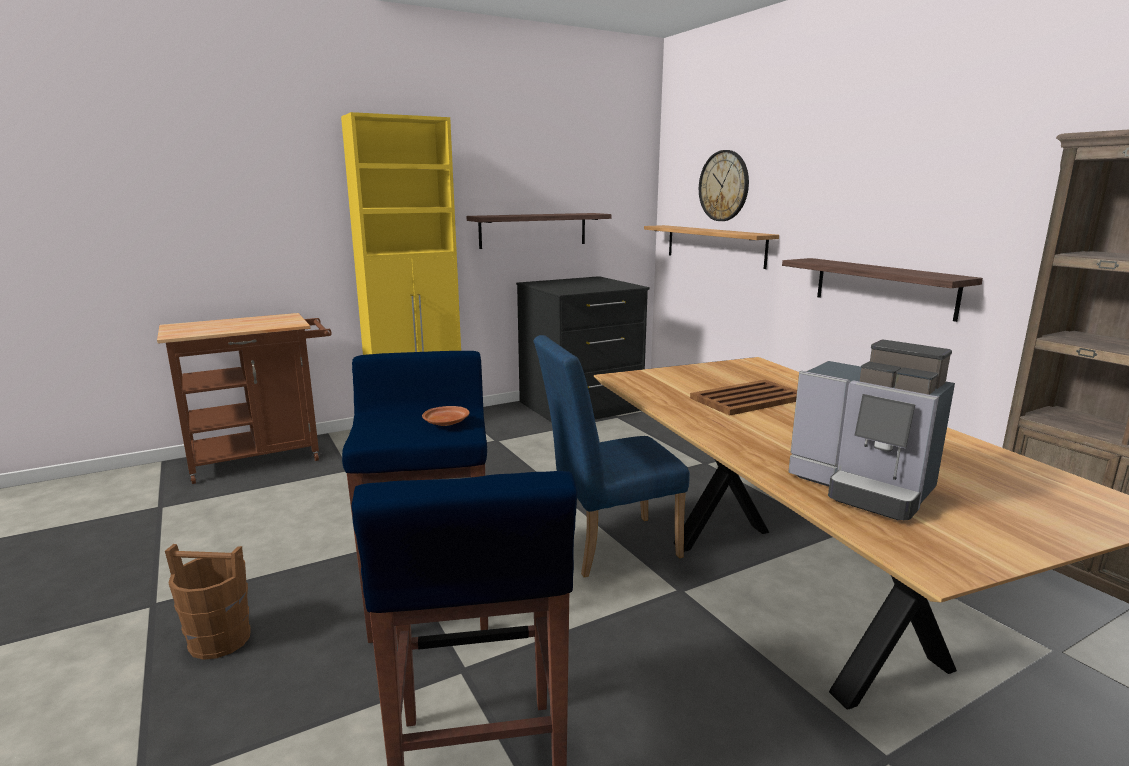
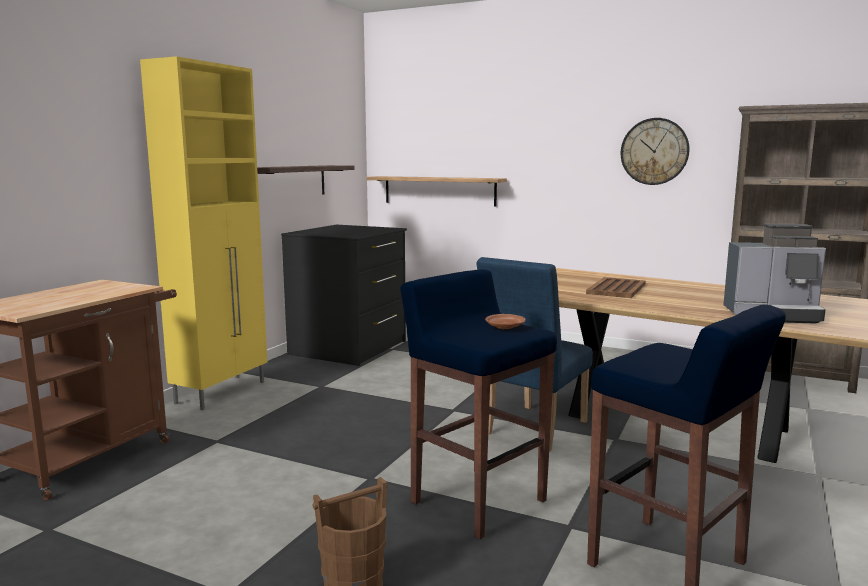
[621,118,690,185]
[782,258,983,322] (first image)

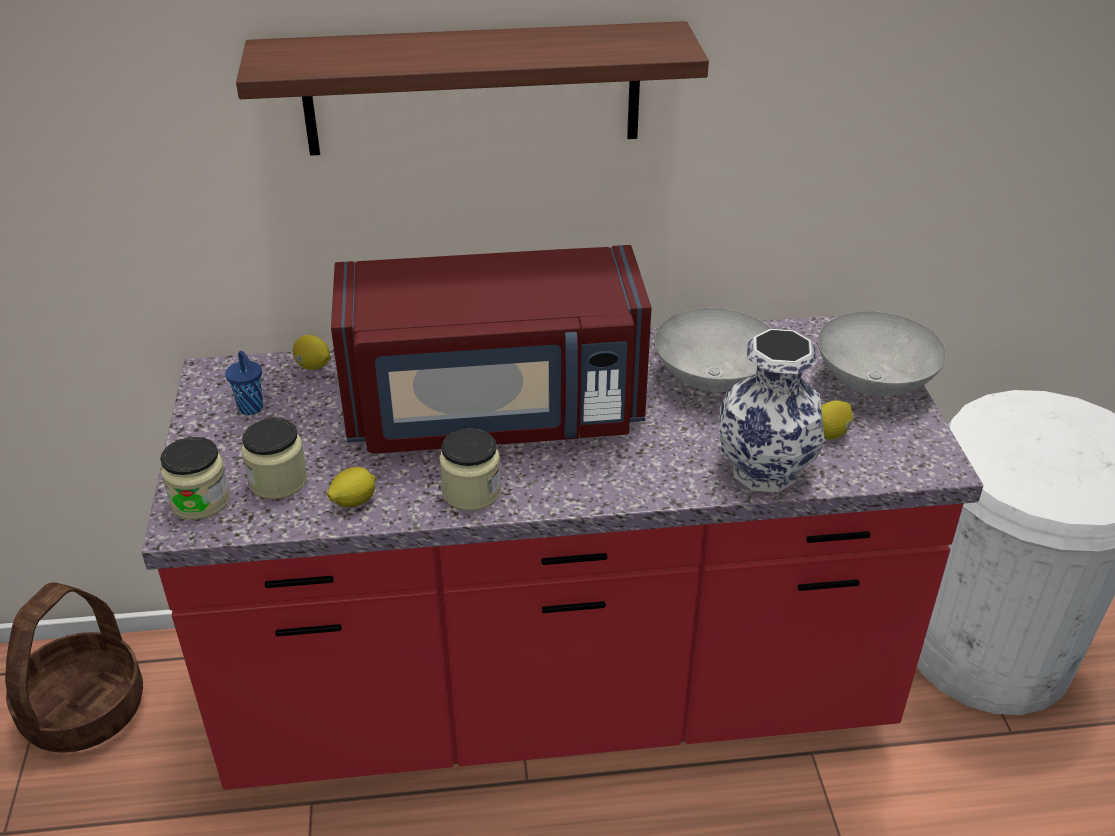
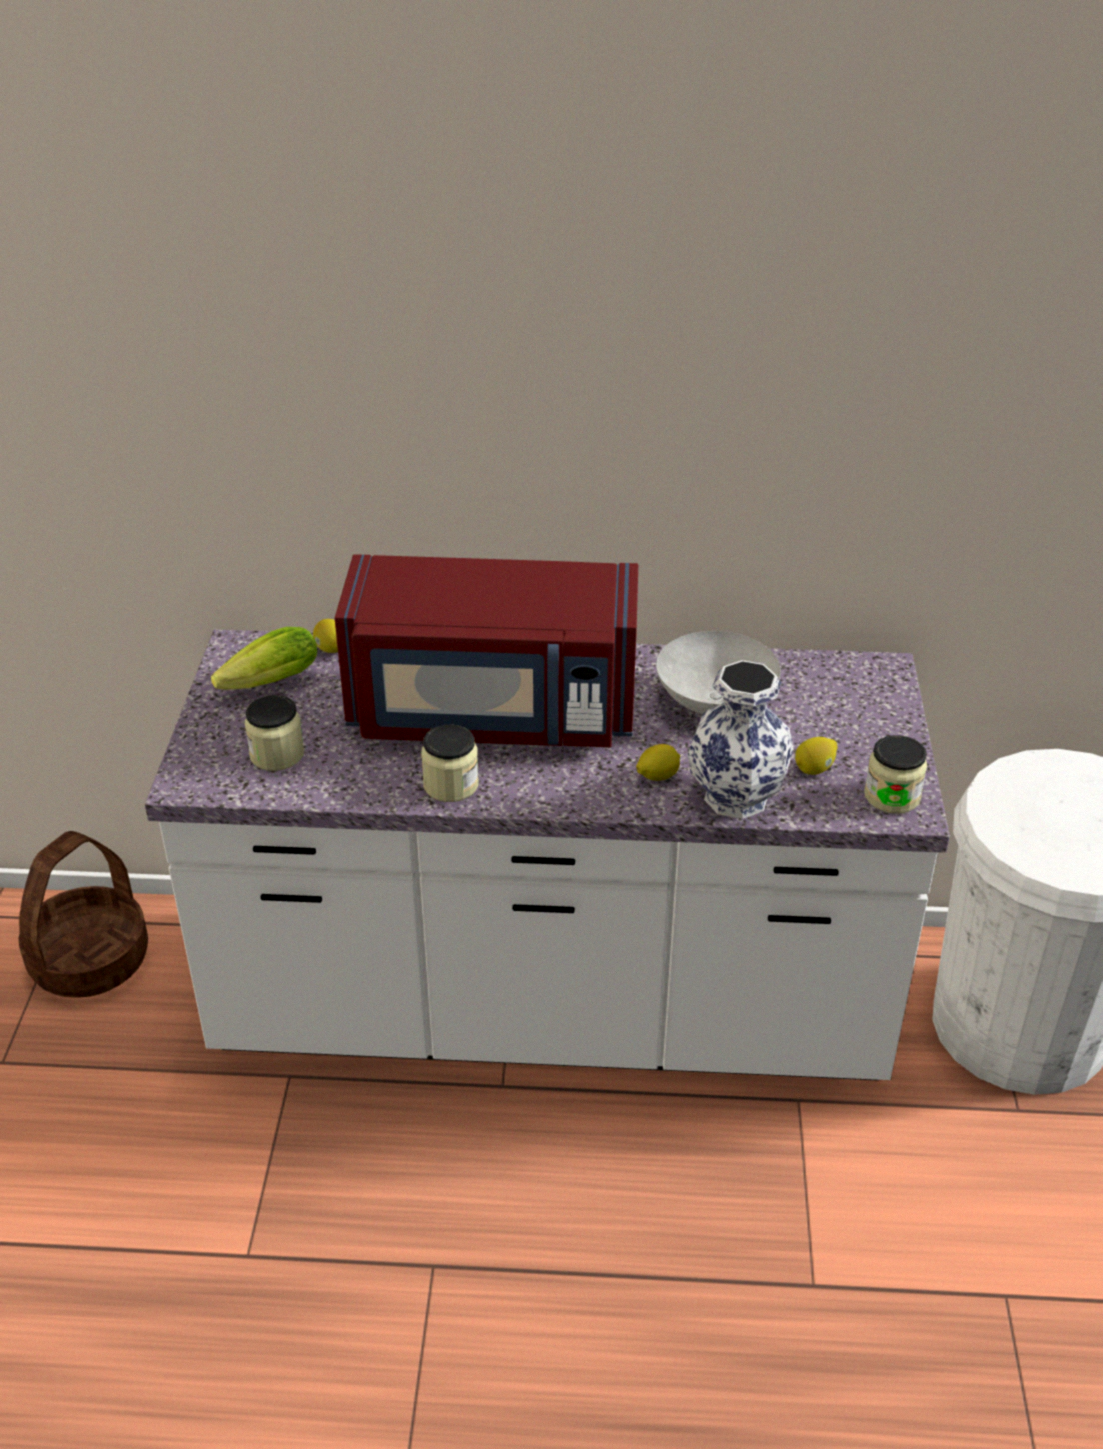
[145,629,950,1081]
[864,735,927,814]
[211,627,317,689]
[236,21,709,156] (first image)
[636,744,680,781]
[818,311,946,396] (first image)

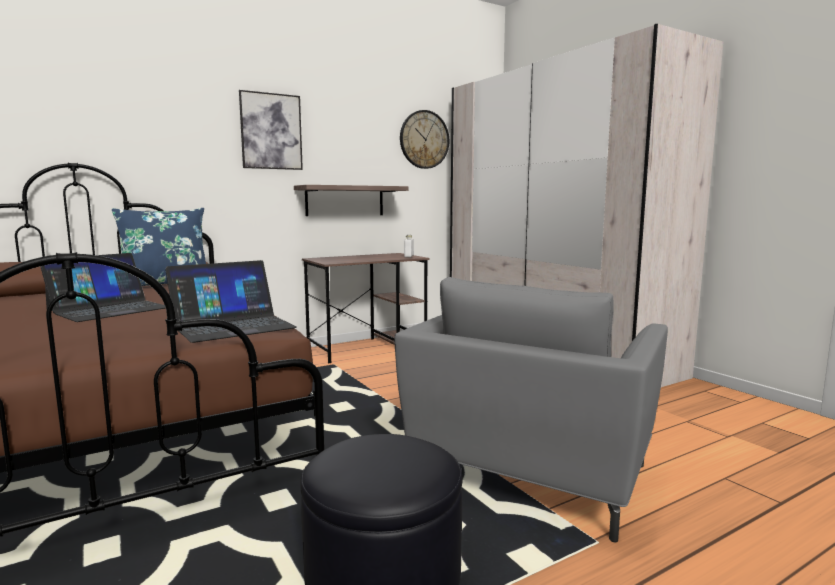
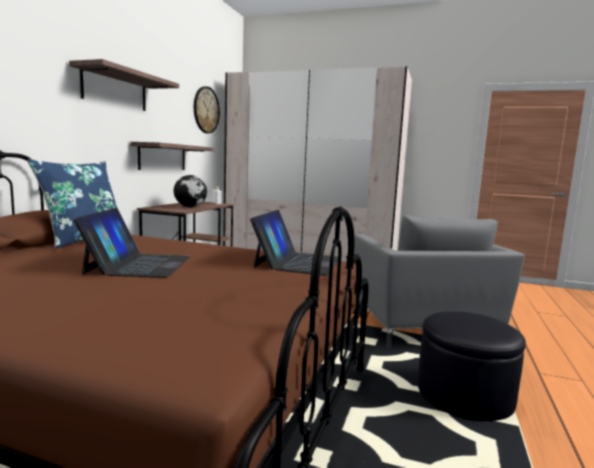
[69,59,179,111]
[174,175,207,207]

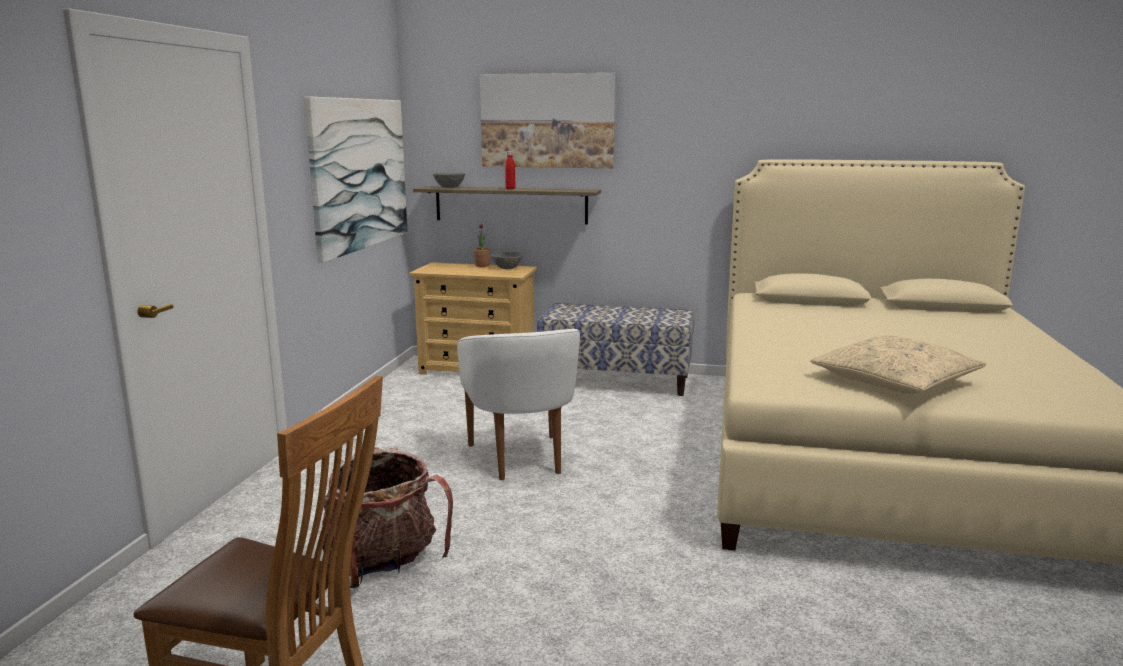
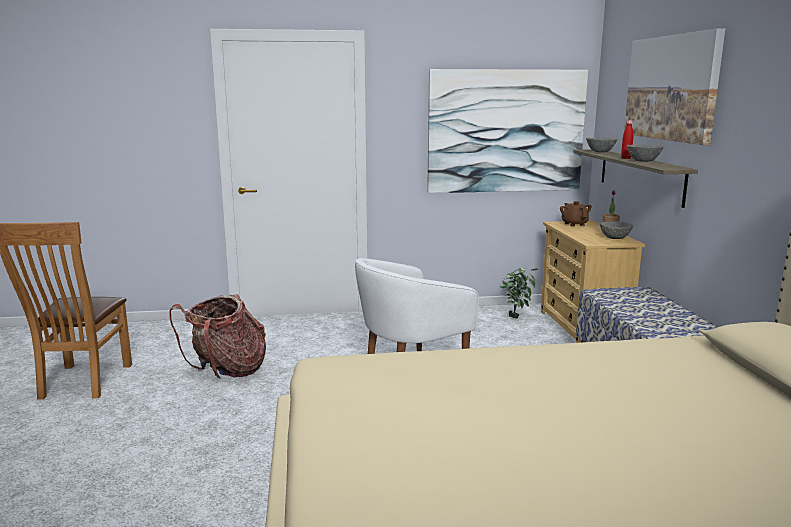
[810,335,986,394] (first image)
[500,267,538,318]
[560,201,591,226]
[627,144,663,162]

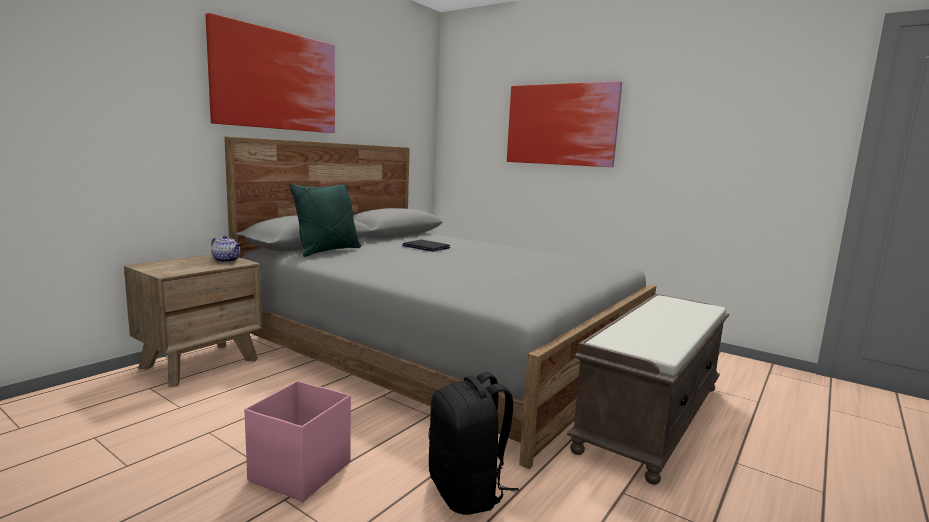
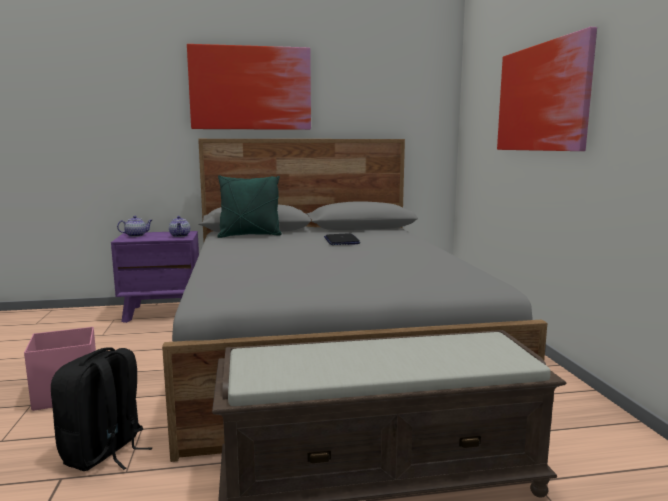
[111,231,199,323]
[117,216,152,237]

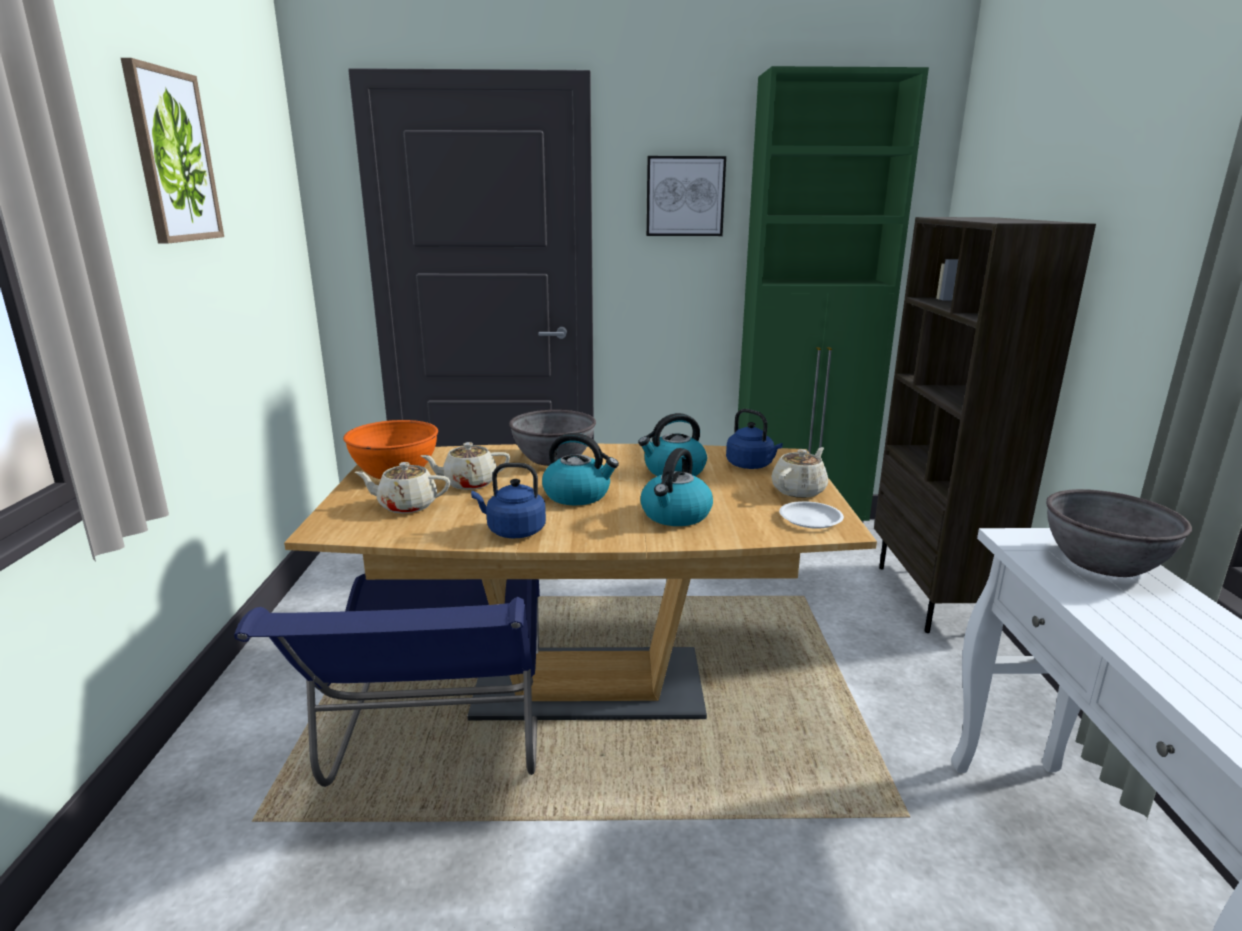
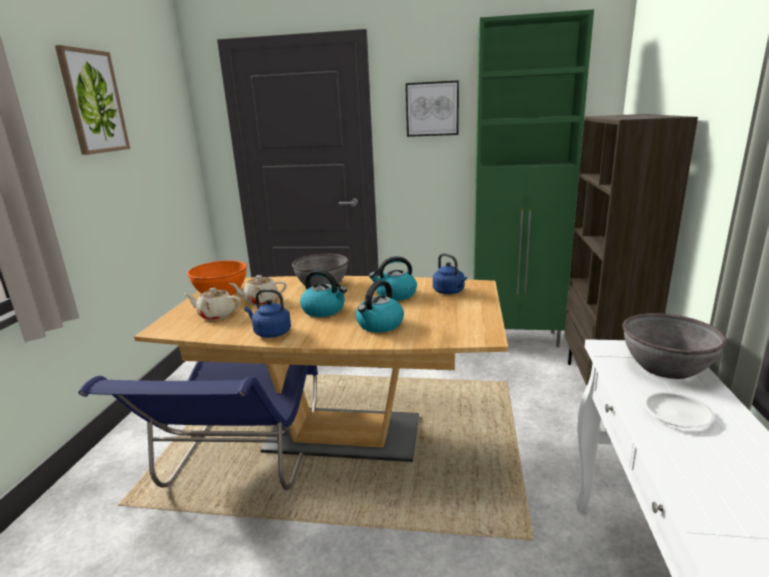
[771,447,828,498] (first image)
[643,392,715,428]

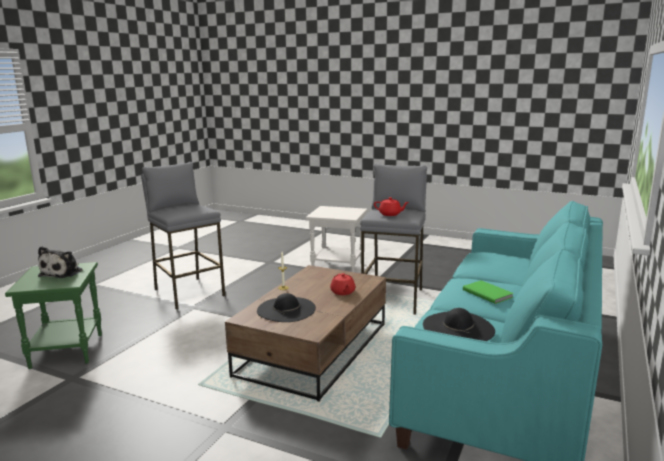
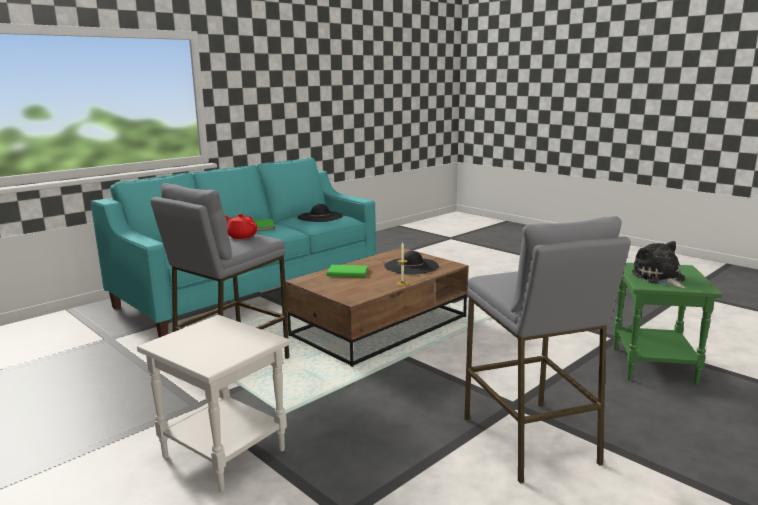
[632,241,686,289]
[327,265,368,277]

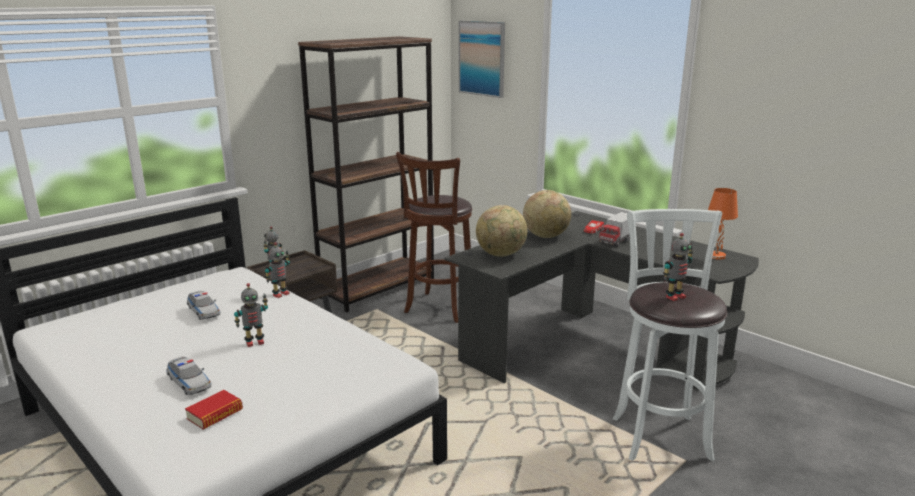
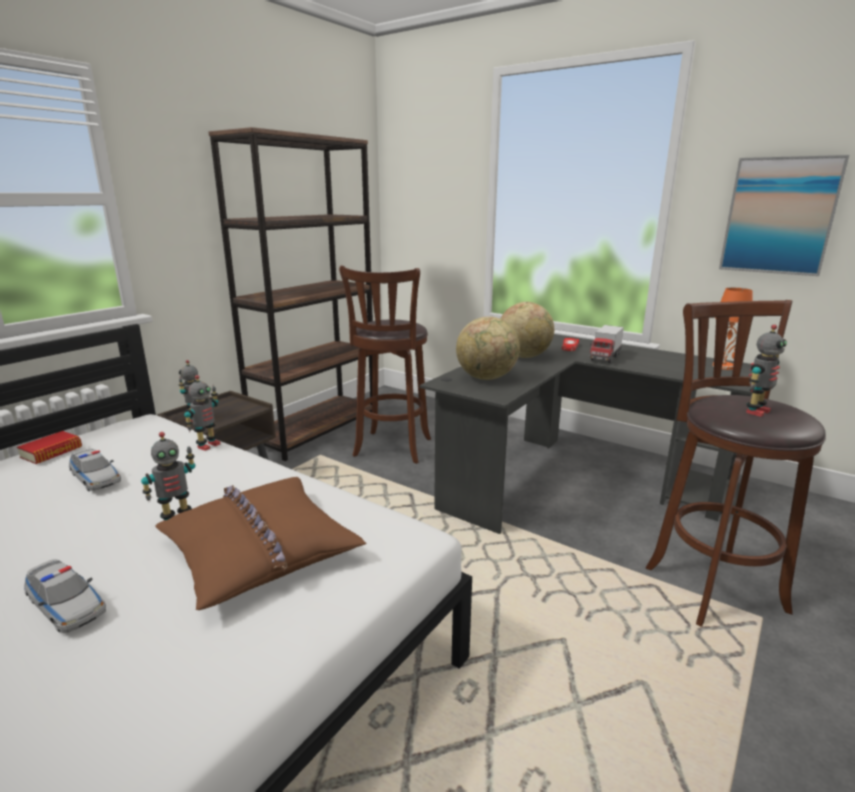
[17,431,82,464]
[719,155,849,276]
[645,300,826,627]
[155,477,367,610]

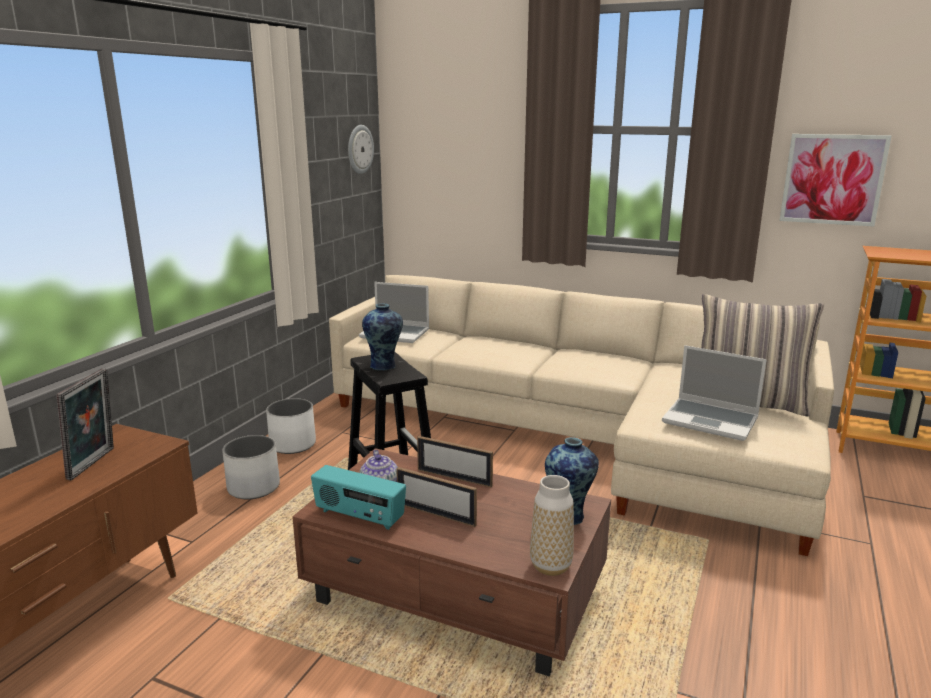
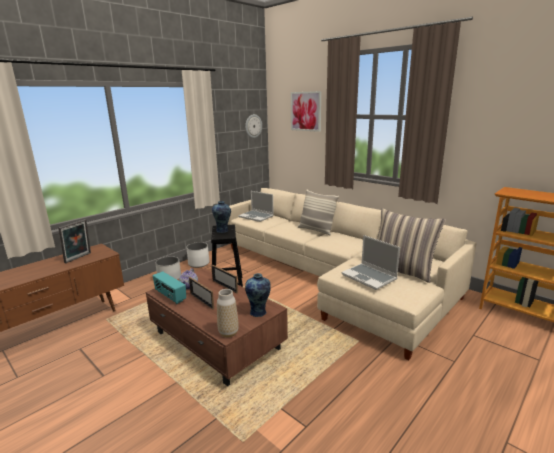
[291,91,321,132]
[298,190,339,236]

